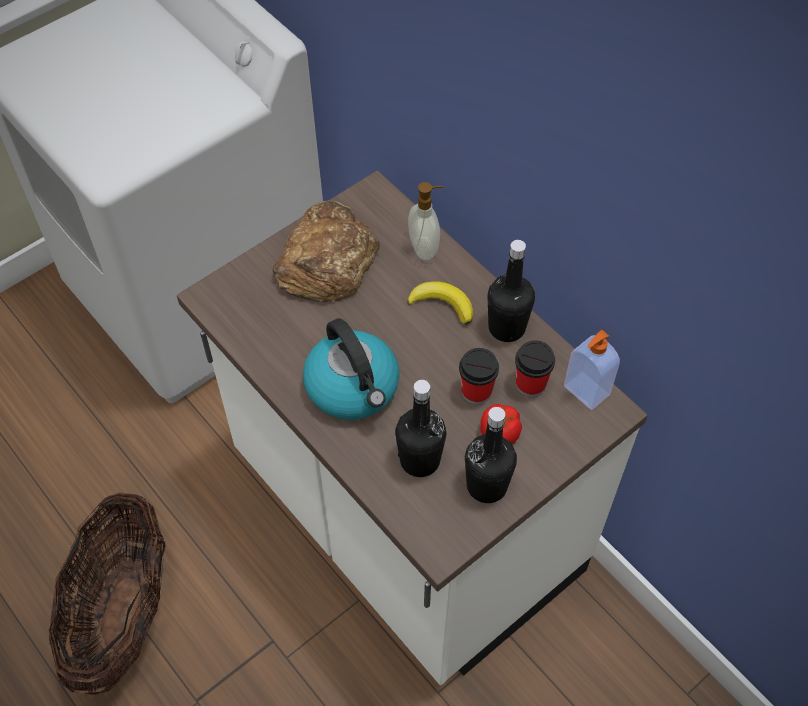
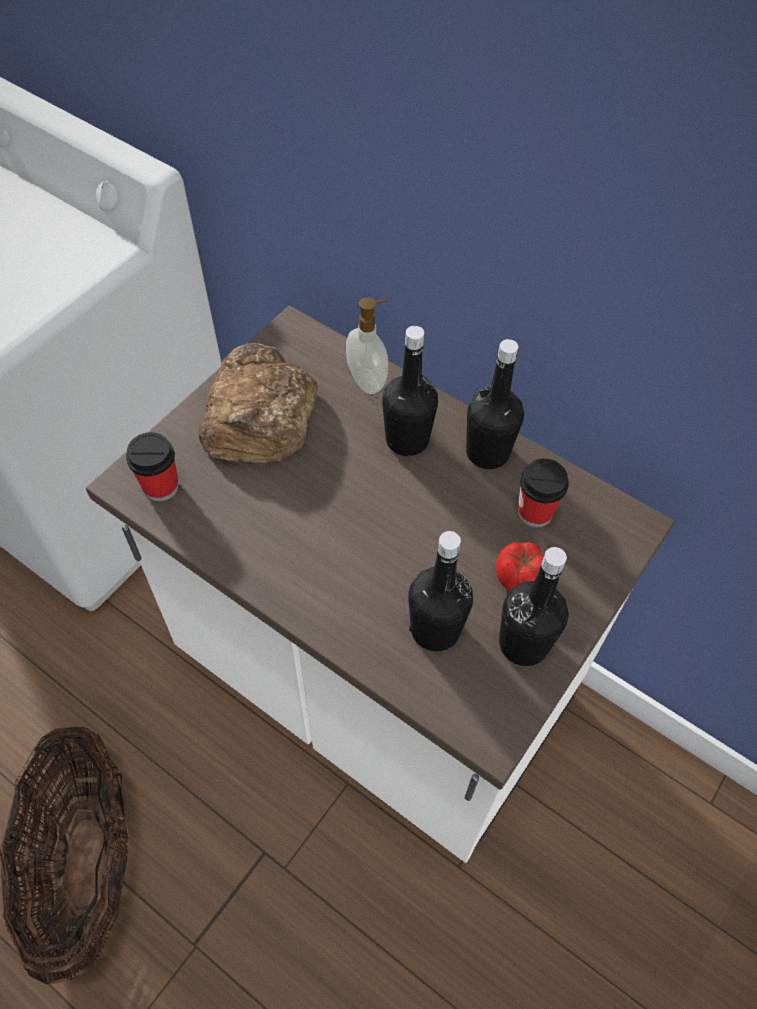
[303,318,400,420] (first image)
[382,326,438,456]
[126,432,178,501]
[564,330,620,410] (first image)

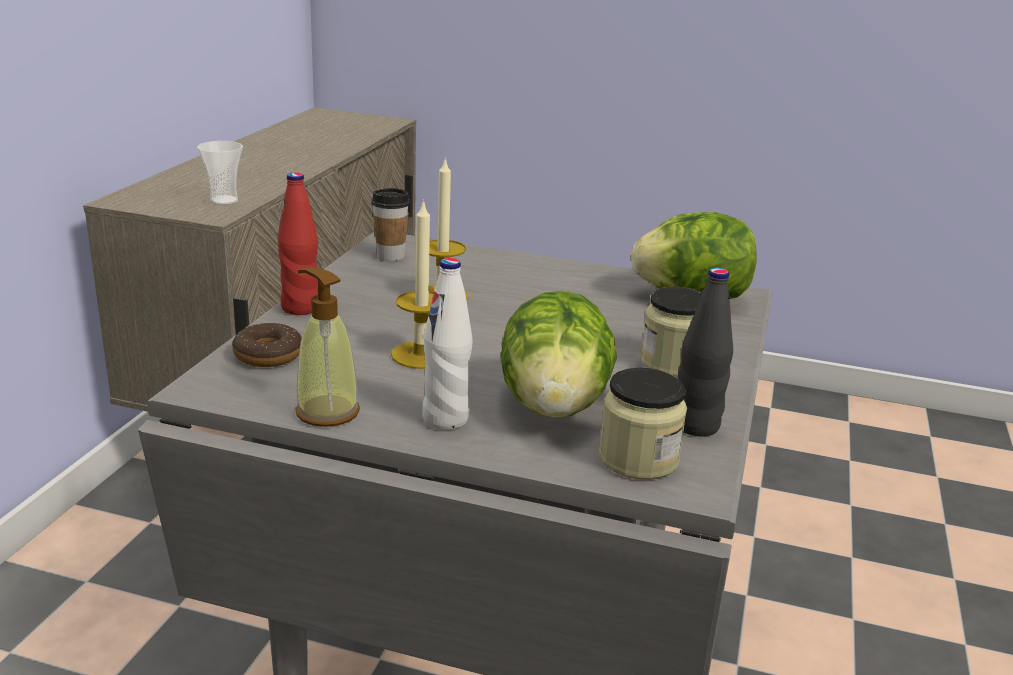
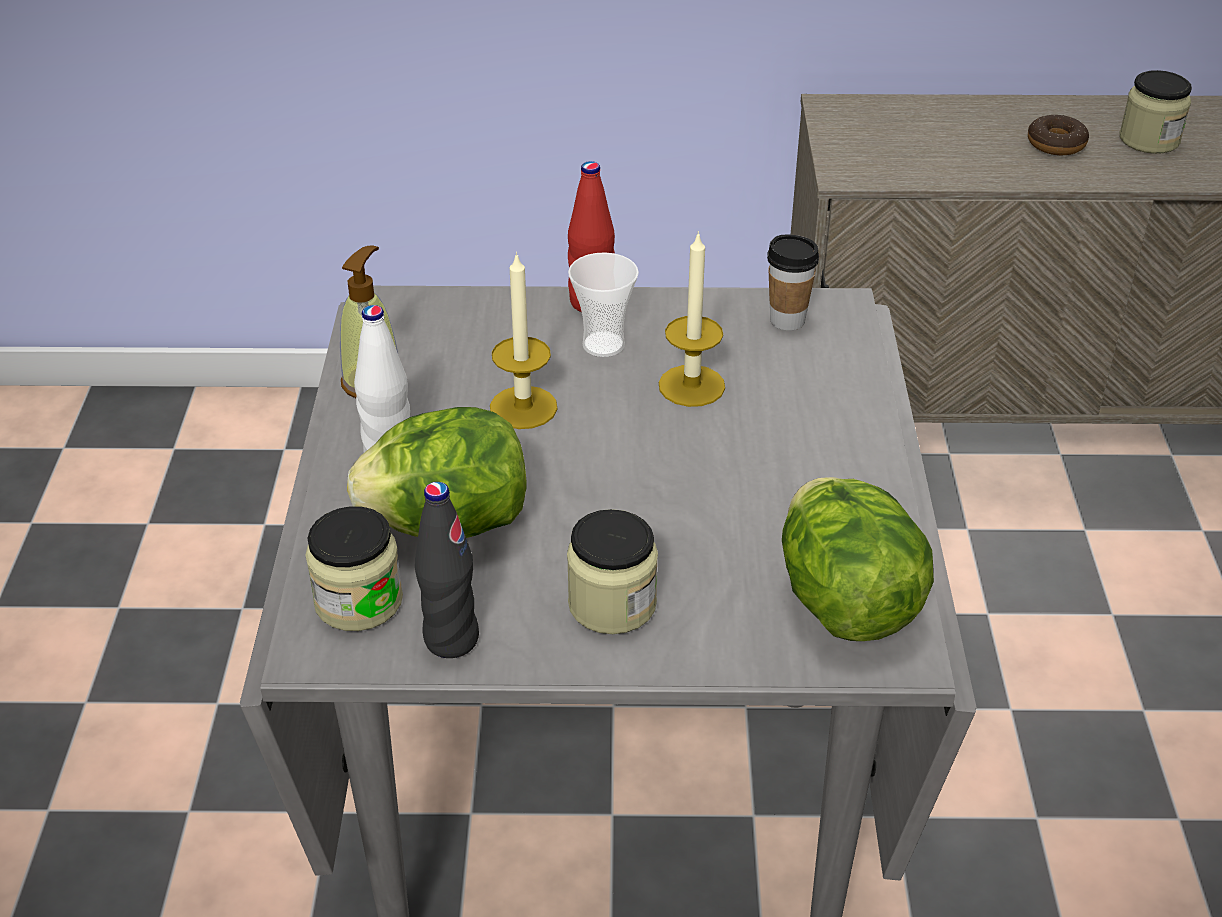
[568,252,639,357]
[1028,115,1089,155]
[1120,70,1192,154]

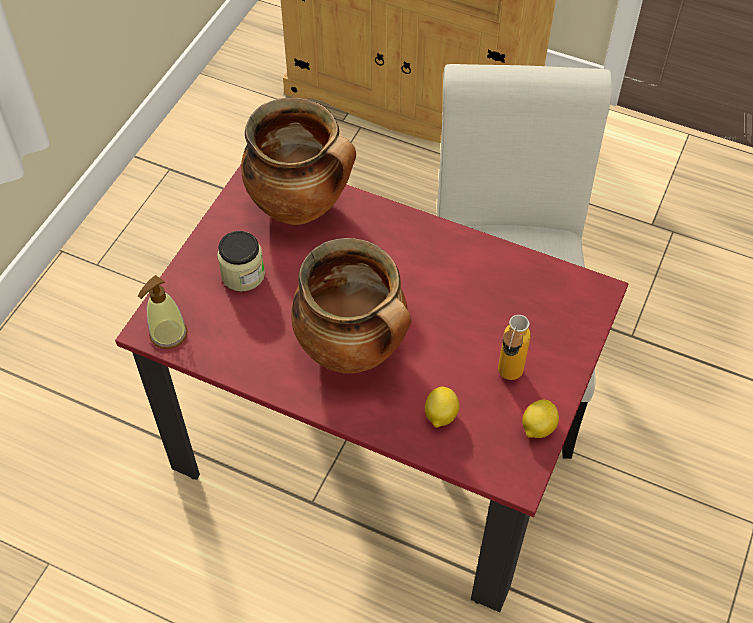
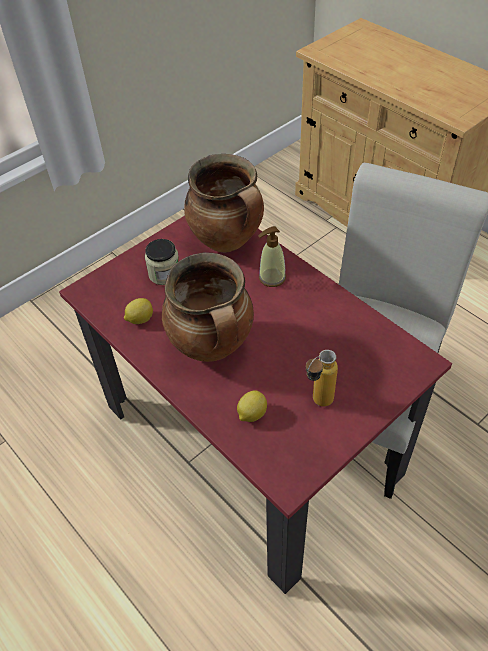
[258,226,286,287]
[124,298,153,324]

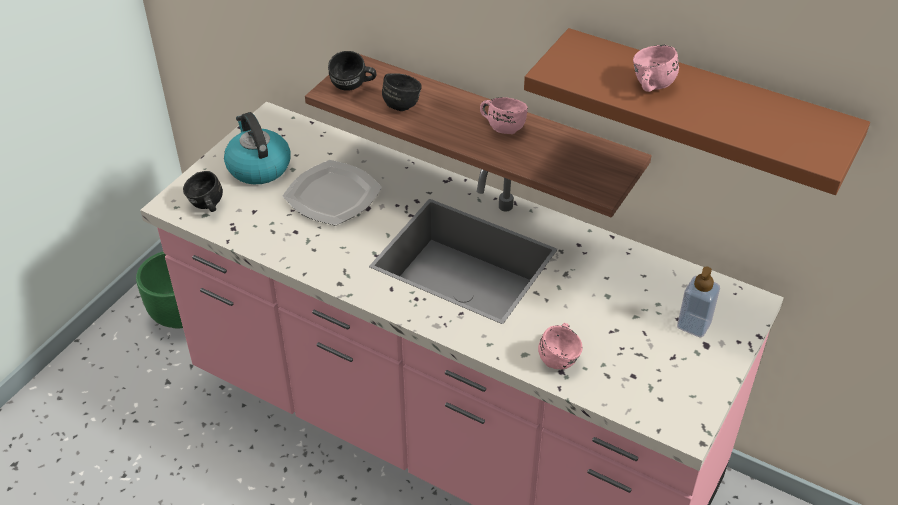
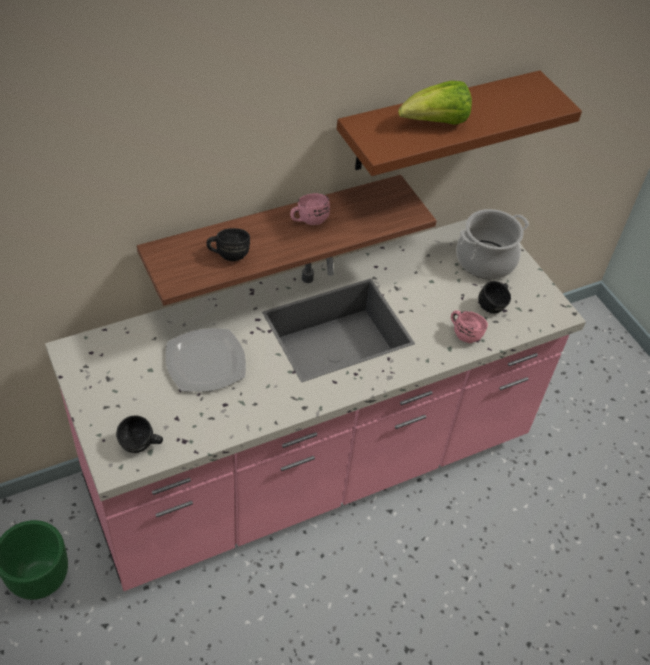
[224,112,291,184] (first image)
[479,281,511,313]
[398,81,472,125]
[456,209,529,279]

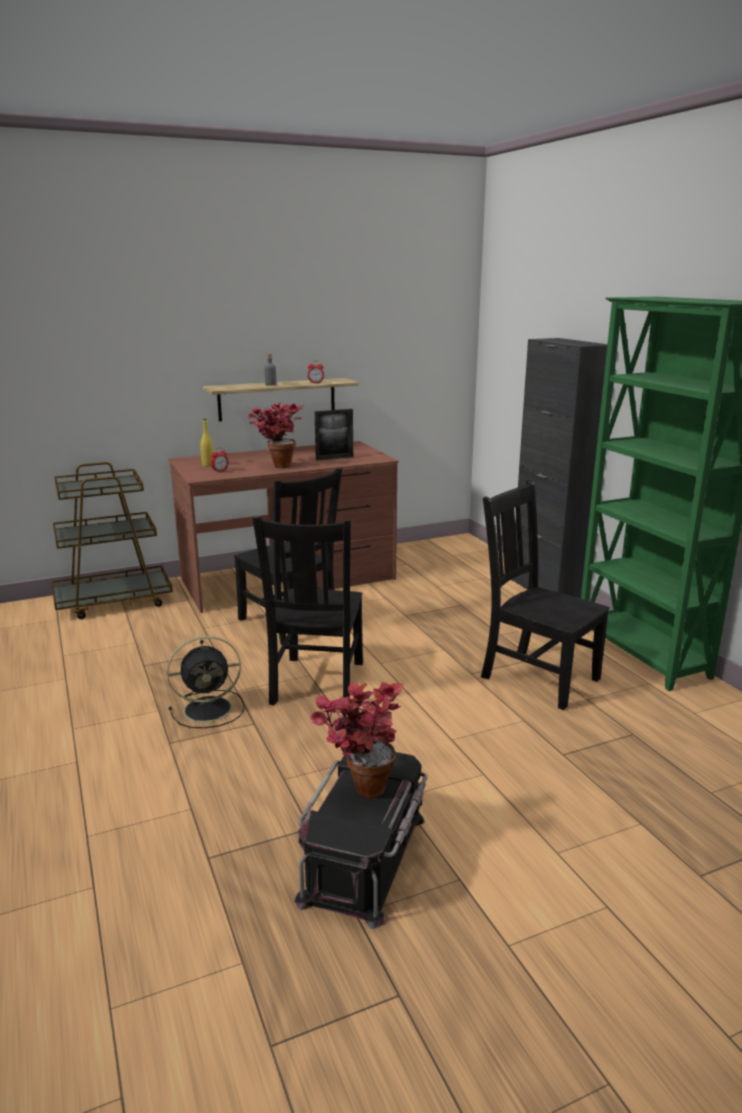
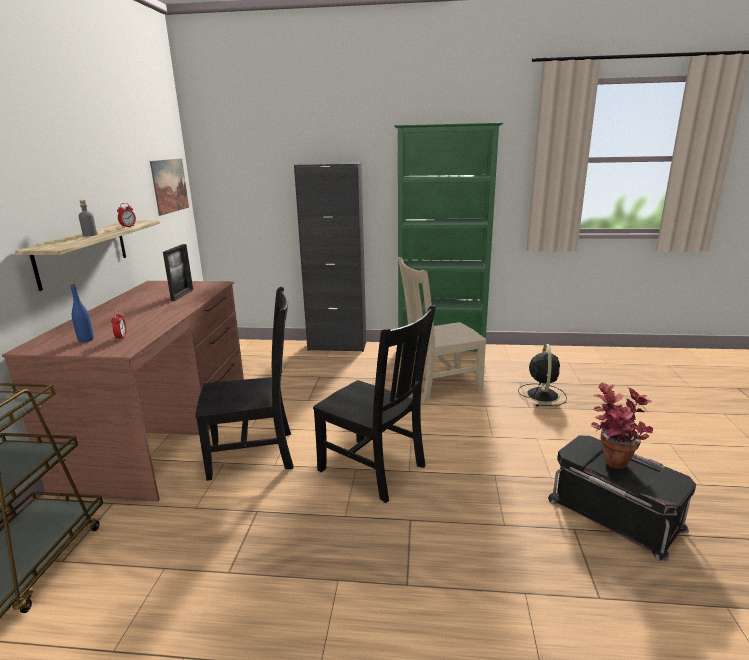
[518,344,567,406]
[71,284,94,343]
[248,402,303,468] (first image)
[398,257,486,402]
[150,159,189,216]

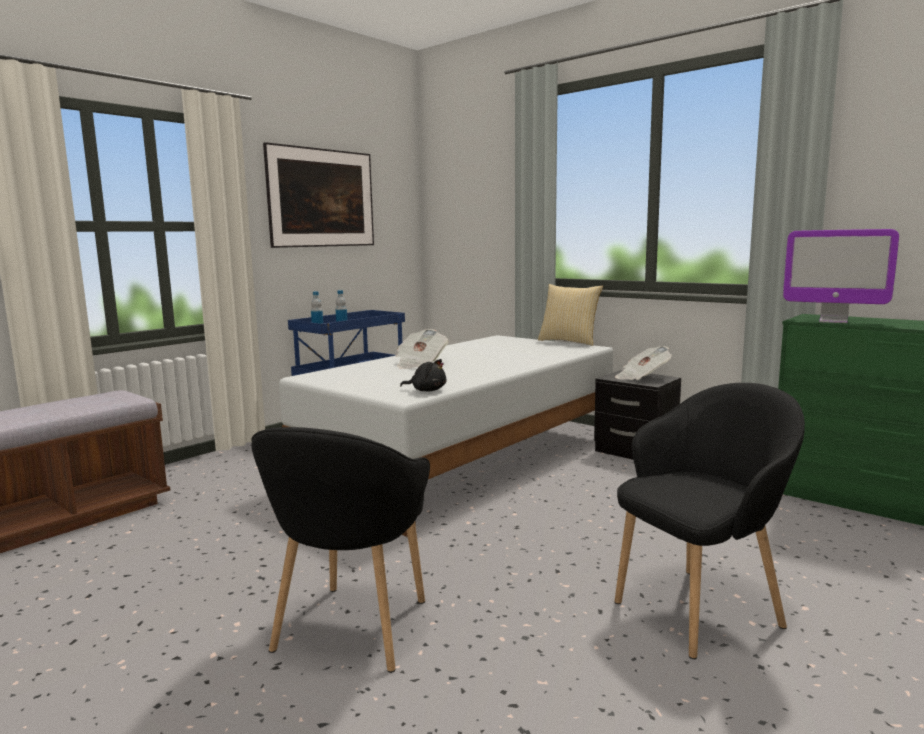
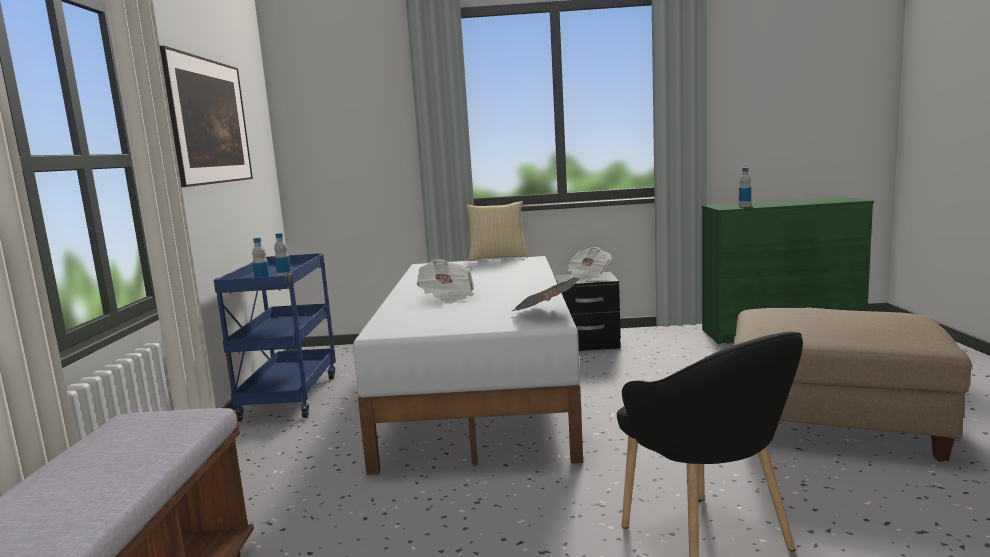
[512,277,580,311]
[733,308,972,462]
[739,168,751,207]

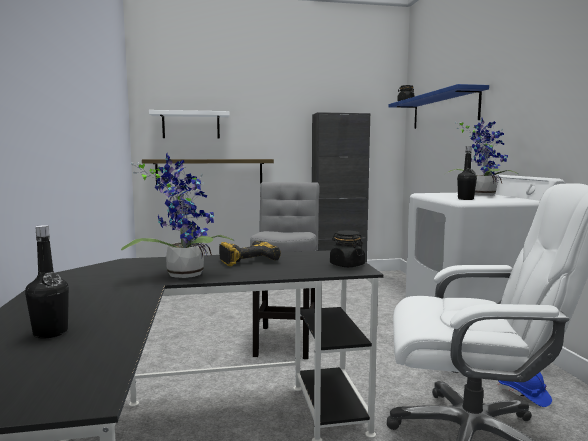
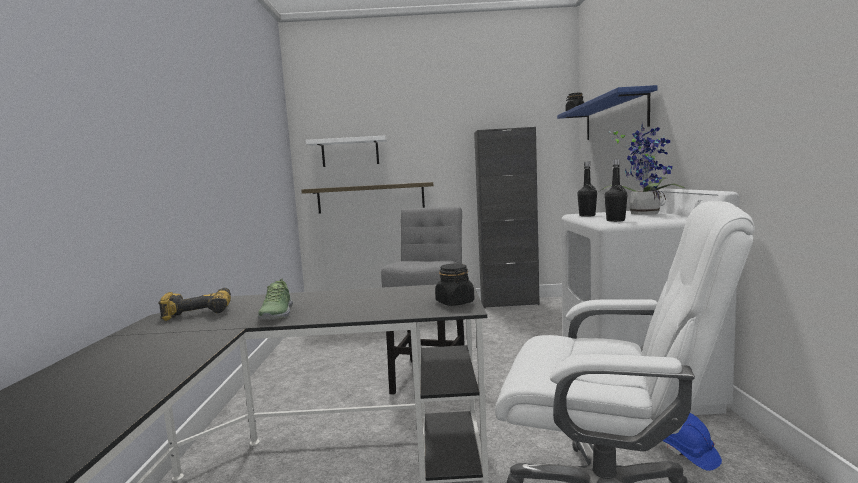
[577,162,597,217]
[258,278,293,320]
[158,288,231,321]

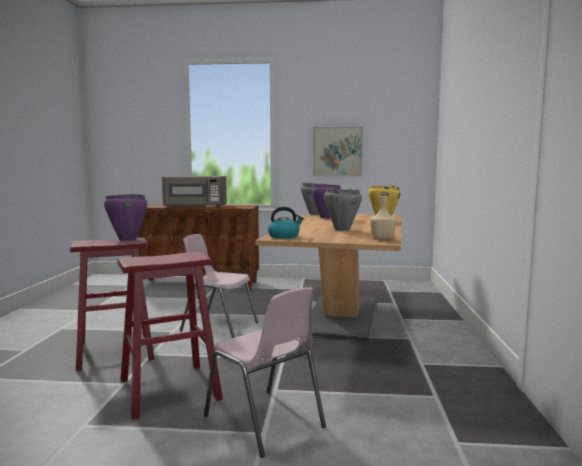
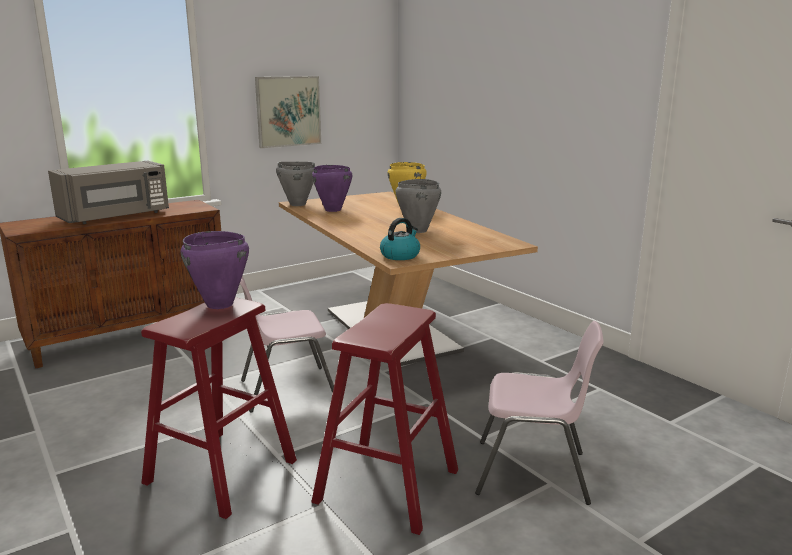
[370,192,396,239] (first image)

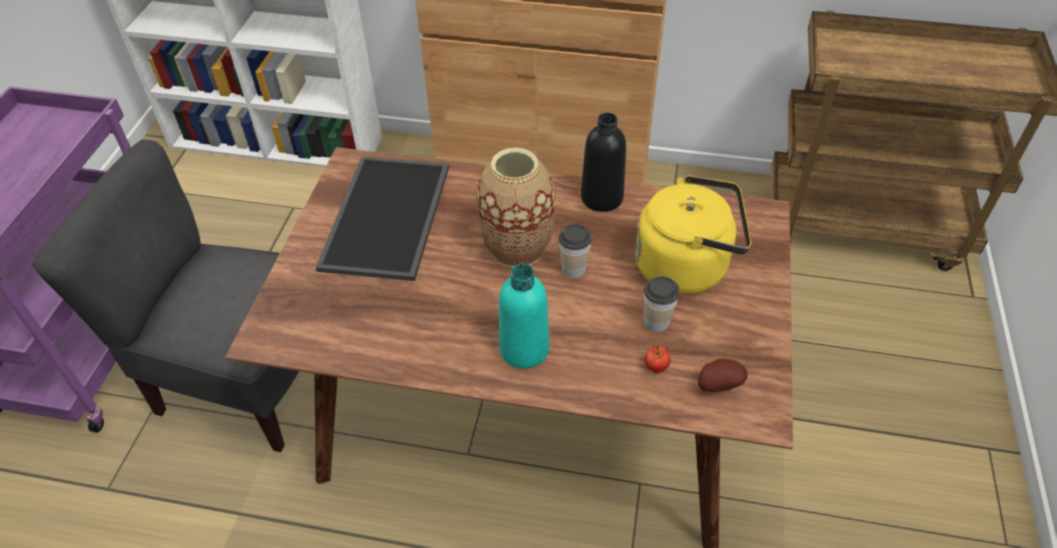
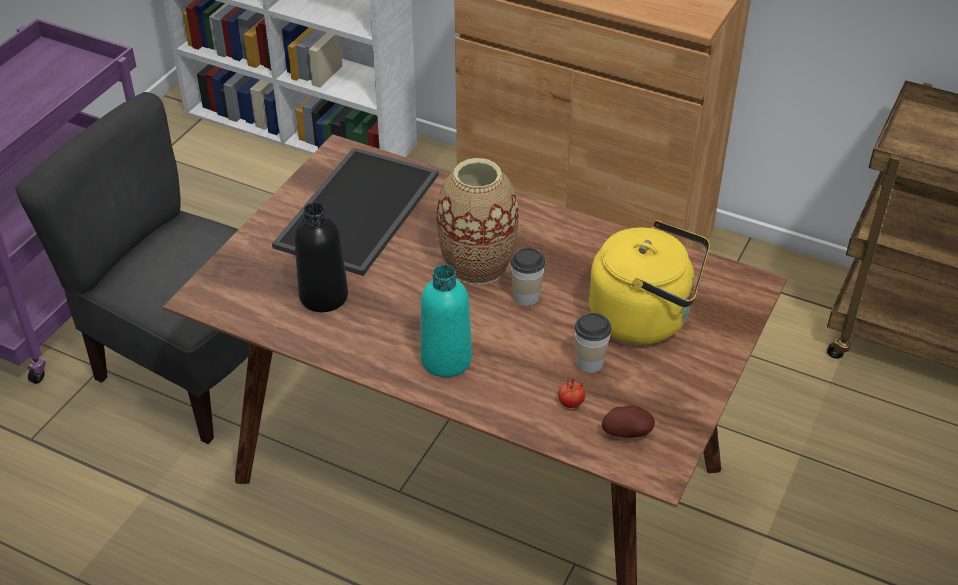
[294,203,348,312]

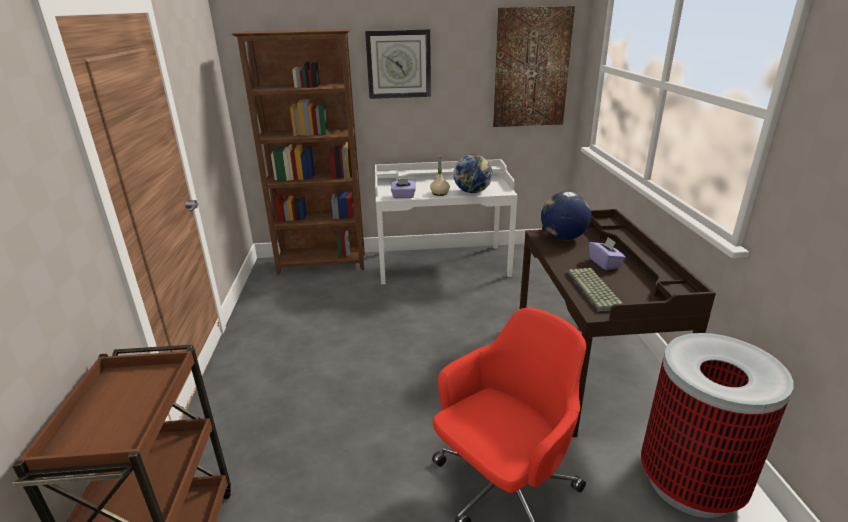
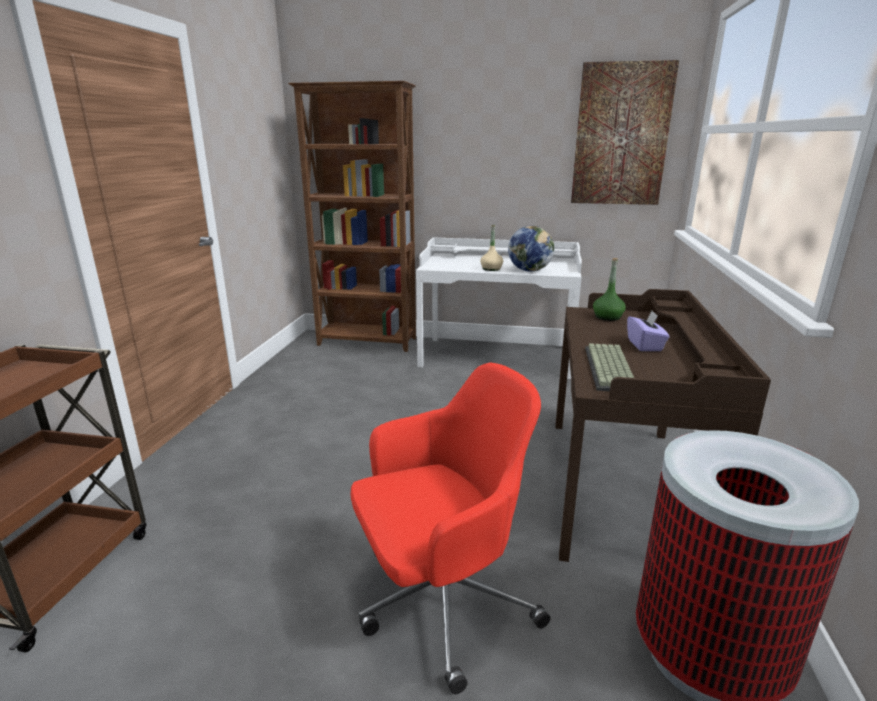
[365,29,431,99] (first image)
[391,179,416,198] (first image)
[593,258,626,321]

